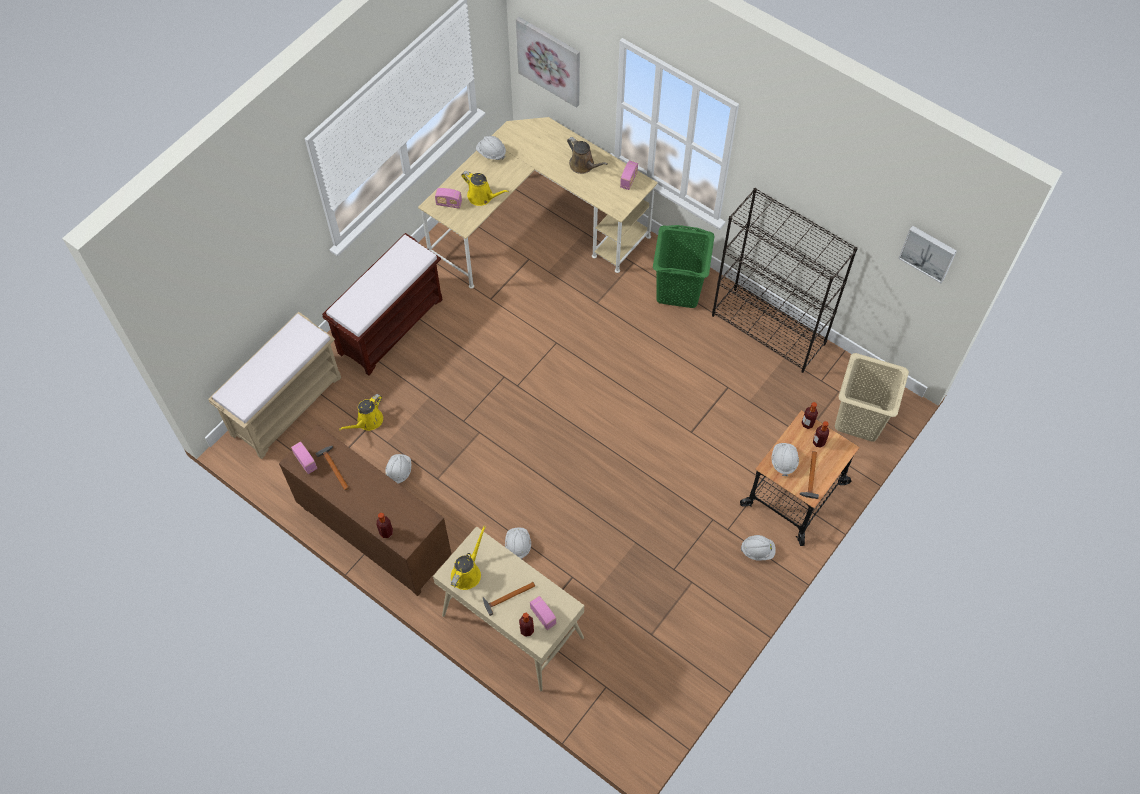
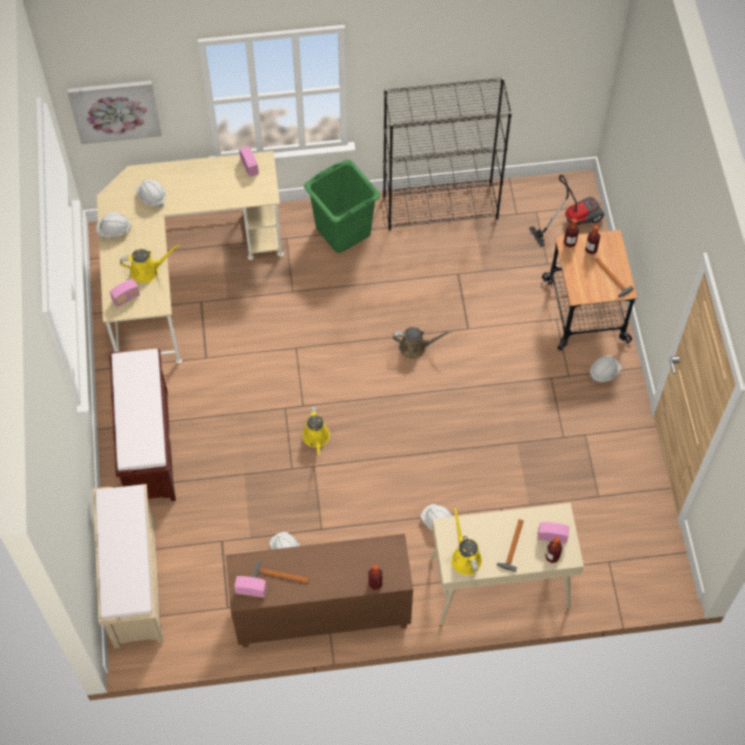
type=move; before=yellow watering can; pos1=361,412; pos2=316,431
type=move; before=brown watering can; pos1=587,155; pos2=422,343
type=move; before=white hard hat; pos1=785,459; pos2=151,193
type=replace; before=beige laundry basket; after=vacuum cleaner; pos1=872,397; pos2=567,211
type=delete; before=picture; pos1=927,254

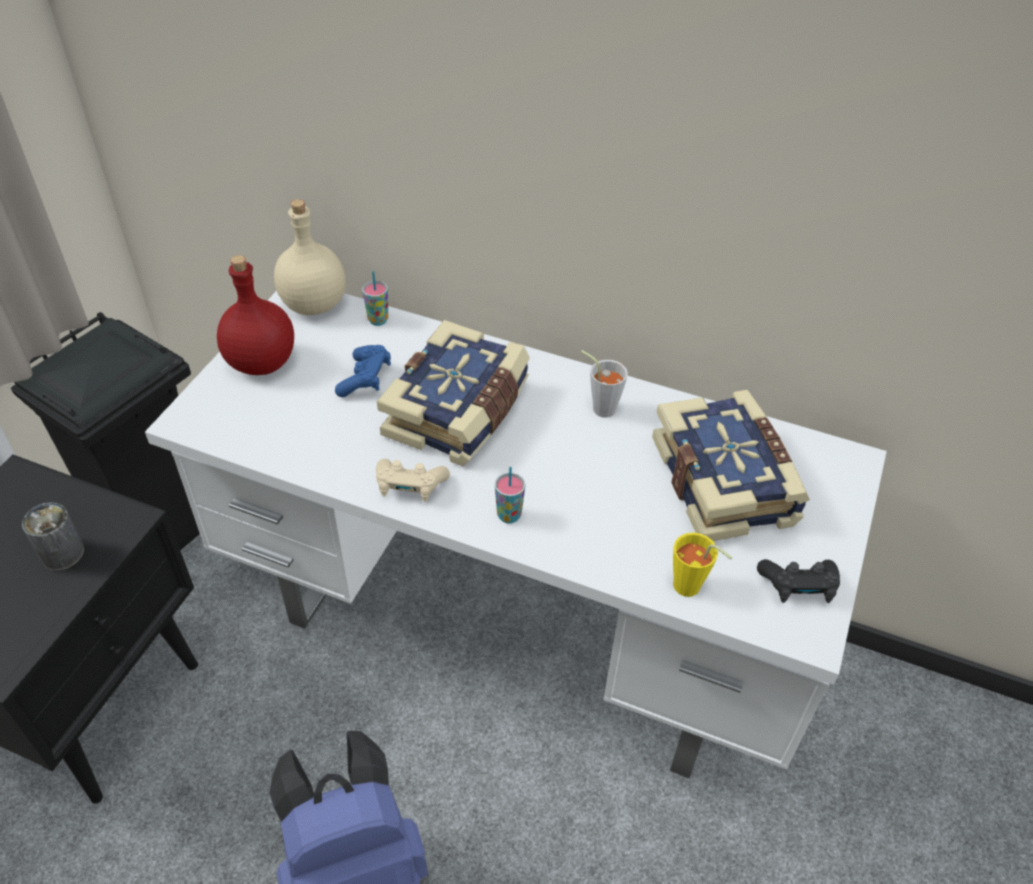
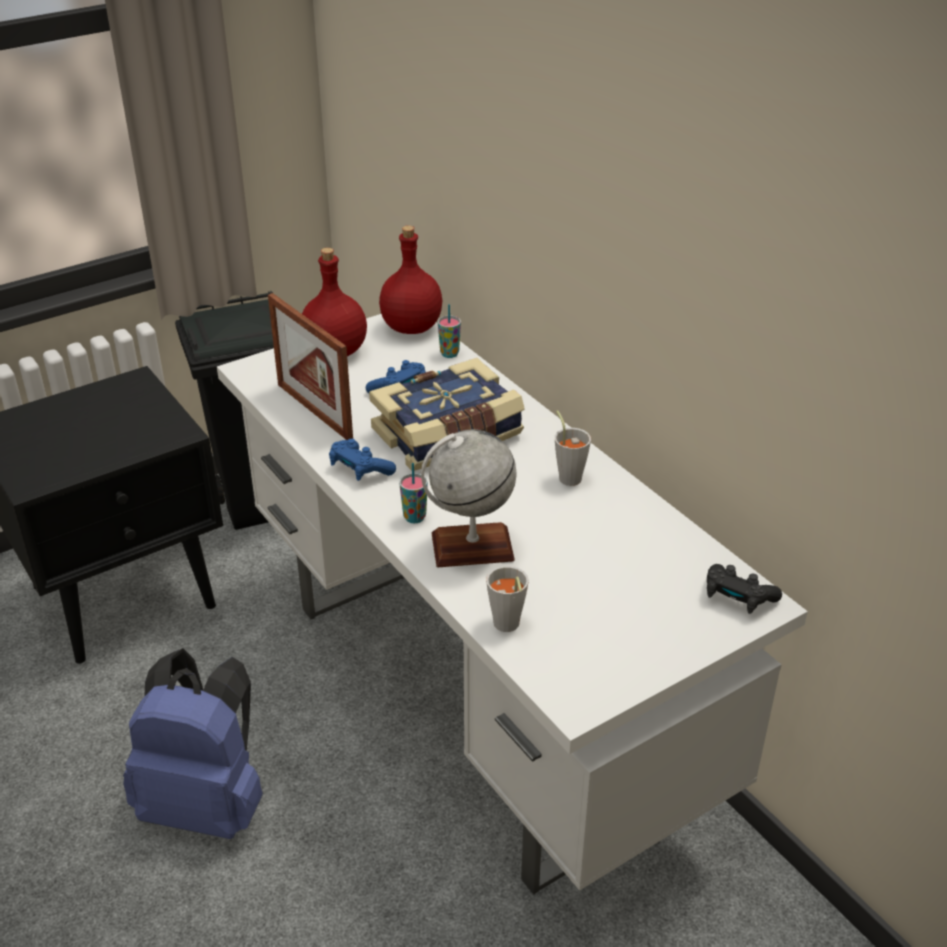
type=delete; before=can; pos1=53,536
type=recolor; before=beige bottle; after=red bottle; pos1=309,257; pos2=410,279
type=recolor; before=beige game controller; after=blue game controller; pos1=413,480; pos2=362,459
type=delete; before=book; pos1=731,465
type=recolor; before=yellow cup; after=grey cup; pos1=703,565; pos2=507,599
type=move; before=black game controller; pos1=798,581; pos2=744,589
type=insert; after=picture frame; pos2=310,366
type=insert; after=globe; pos2=469,498

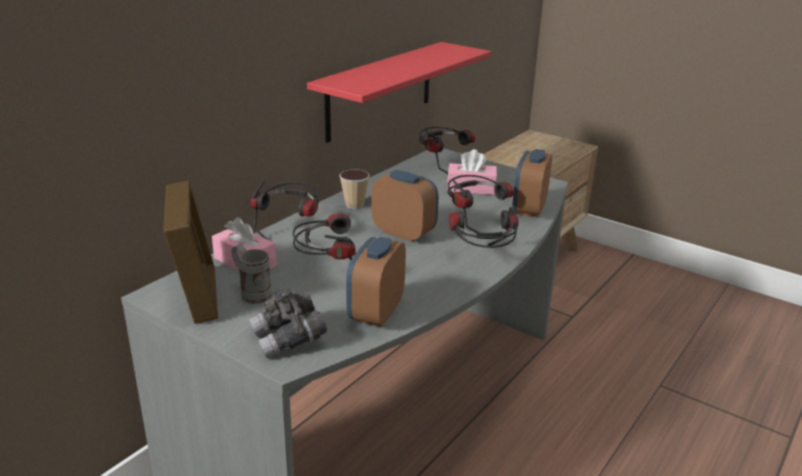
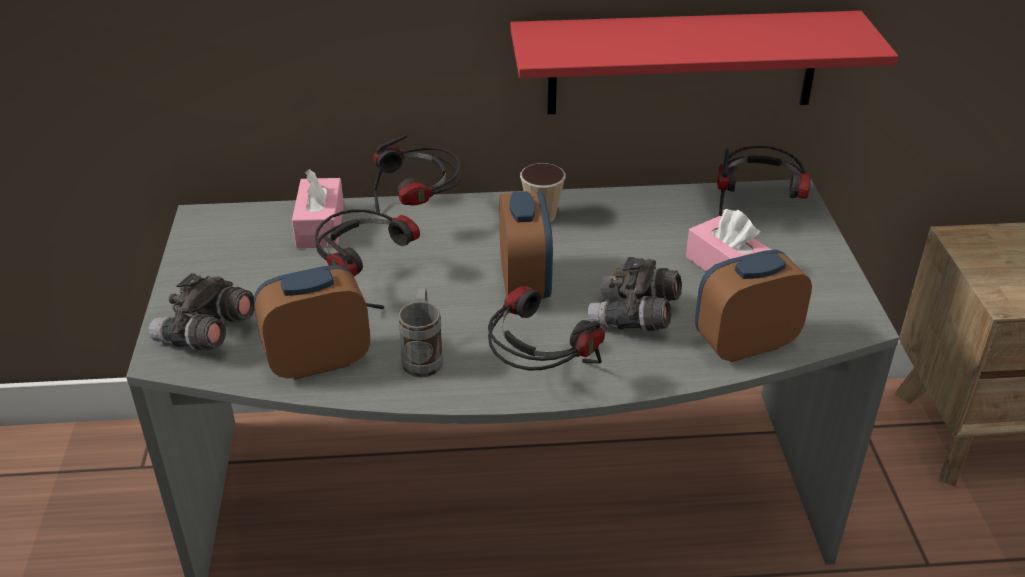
type=delete; before=picture frame; pos1=190,252
type=move; before=grey mug; pos1=251,274; pos2=420,333
type=replace; before=headphones; after=grey binoculars; pos1=480,204; pos2=635,294

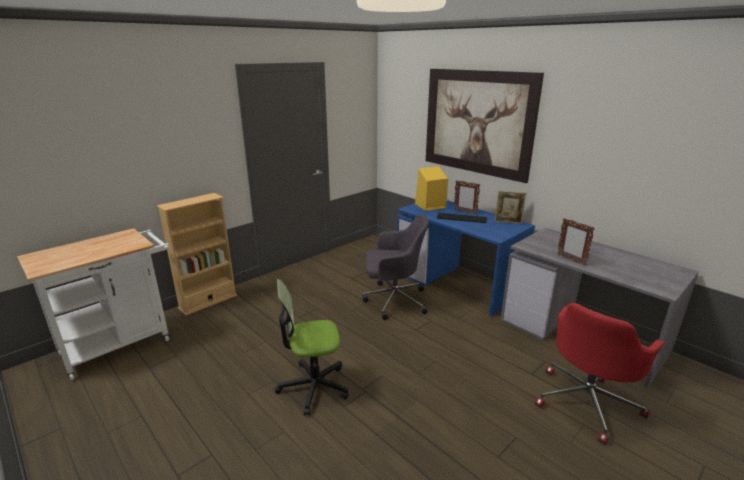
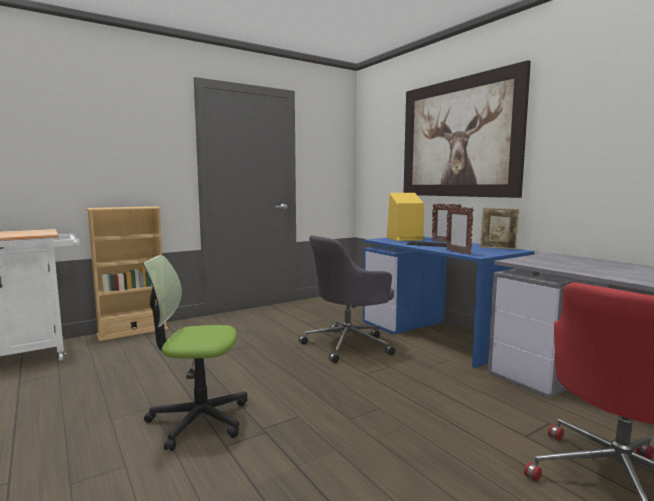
type=rotate; before=grey office chair; pos1=395,267; pos2=347,299; turn=135
type=move; before=picture frame; pos1=576,242; pos2=460,231

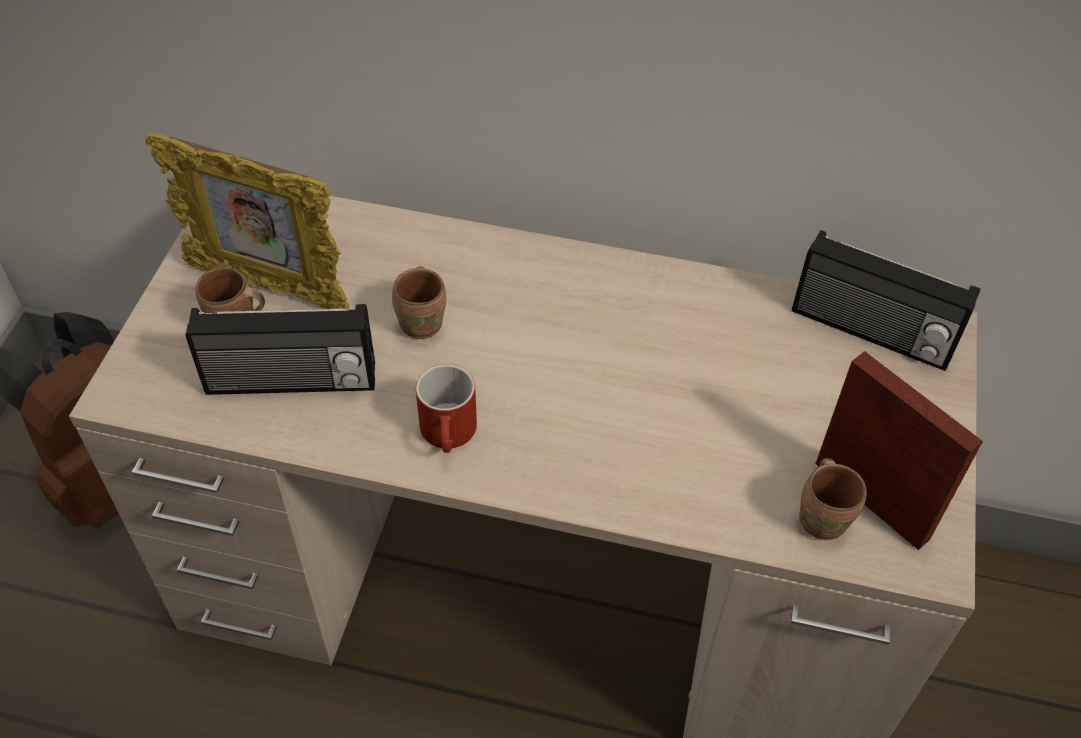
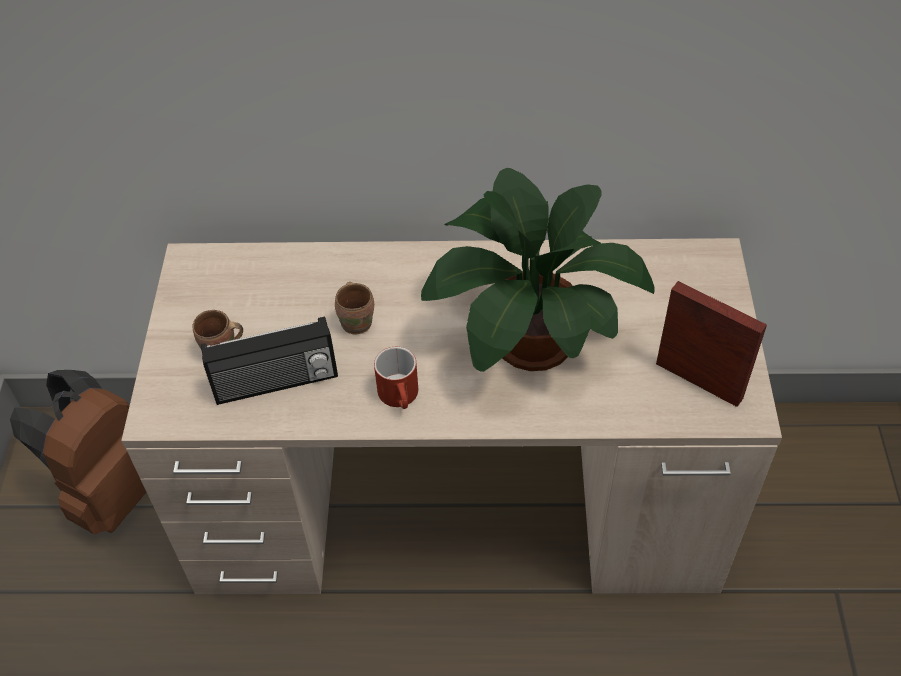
type=delete; before=picture frame; pos1=247,220
type=delete; before=radio; pos1=886,300
type=delete; before=brown mug; pos1=833,499
type=insert; after=potted plant; pos2=538,270

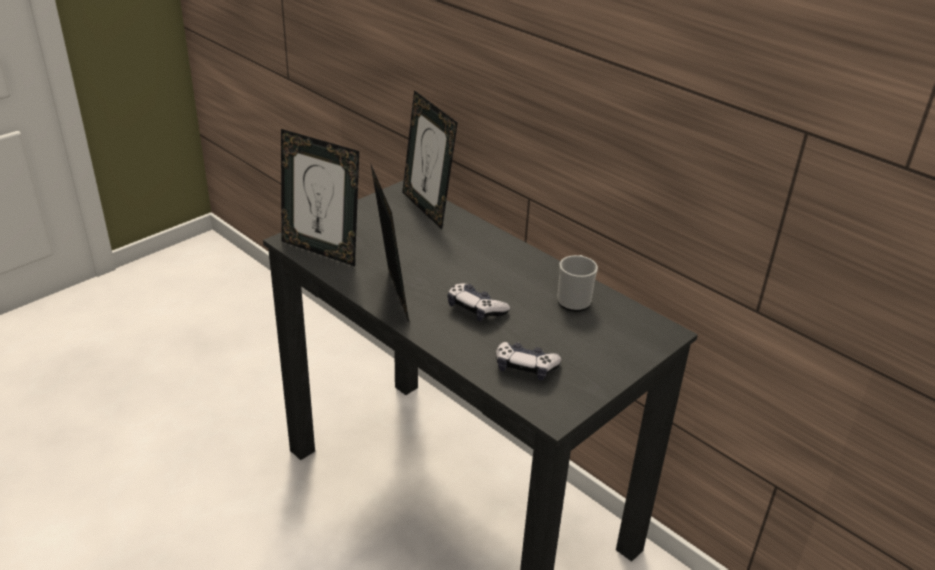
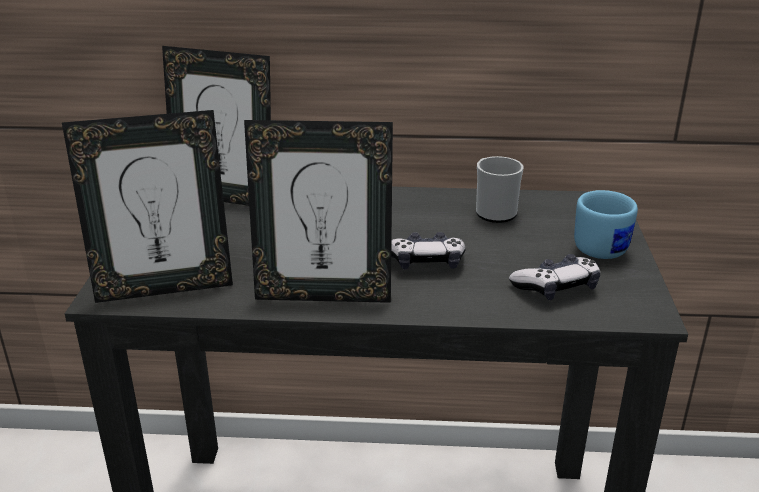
type=rotate; before=picture frame; pos1=390,243; pos2=318,211; turn=150
type=insert; after=blue mug; pos2=606,224

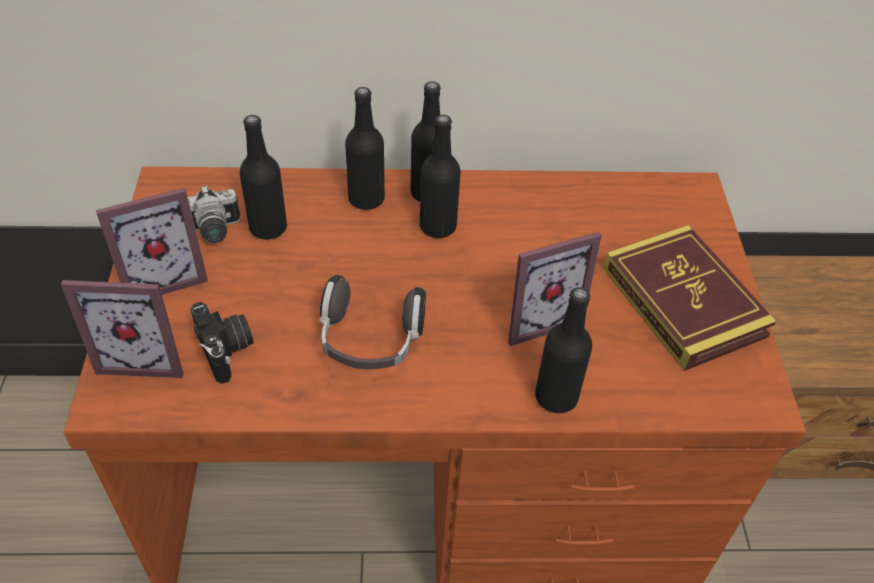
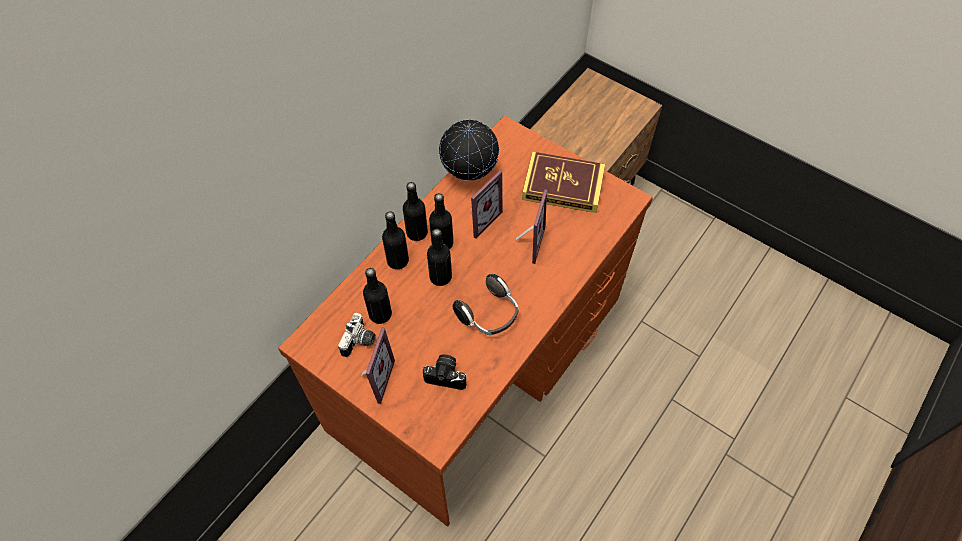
type=move; before=picture frame; pos1=122,329; pos2=487,204
type=move; before=black bottle; pos1=563,350; pos2=439,257
type=insert; after=globe; pos2=469,150

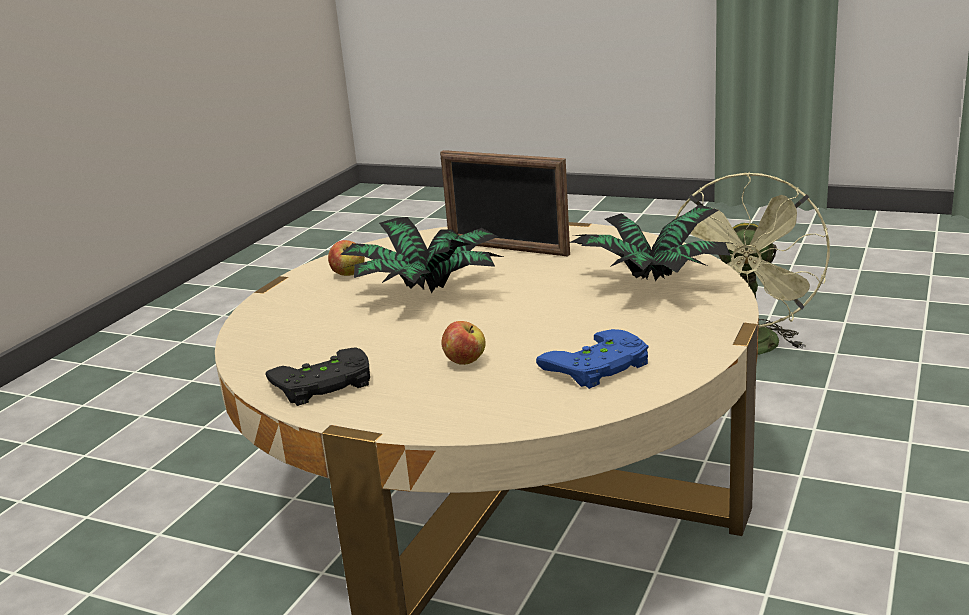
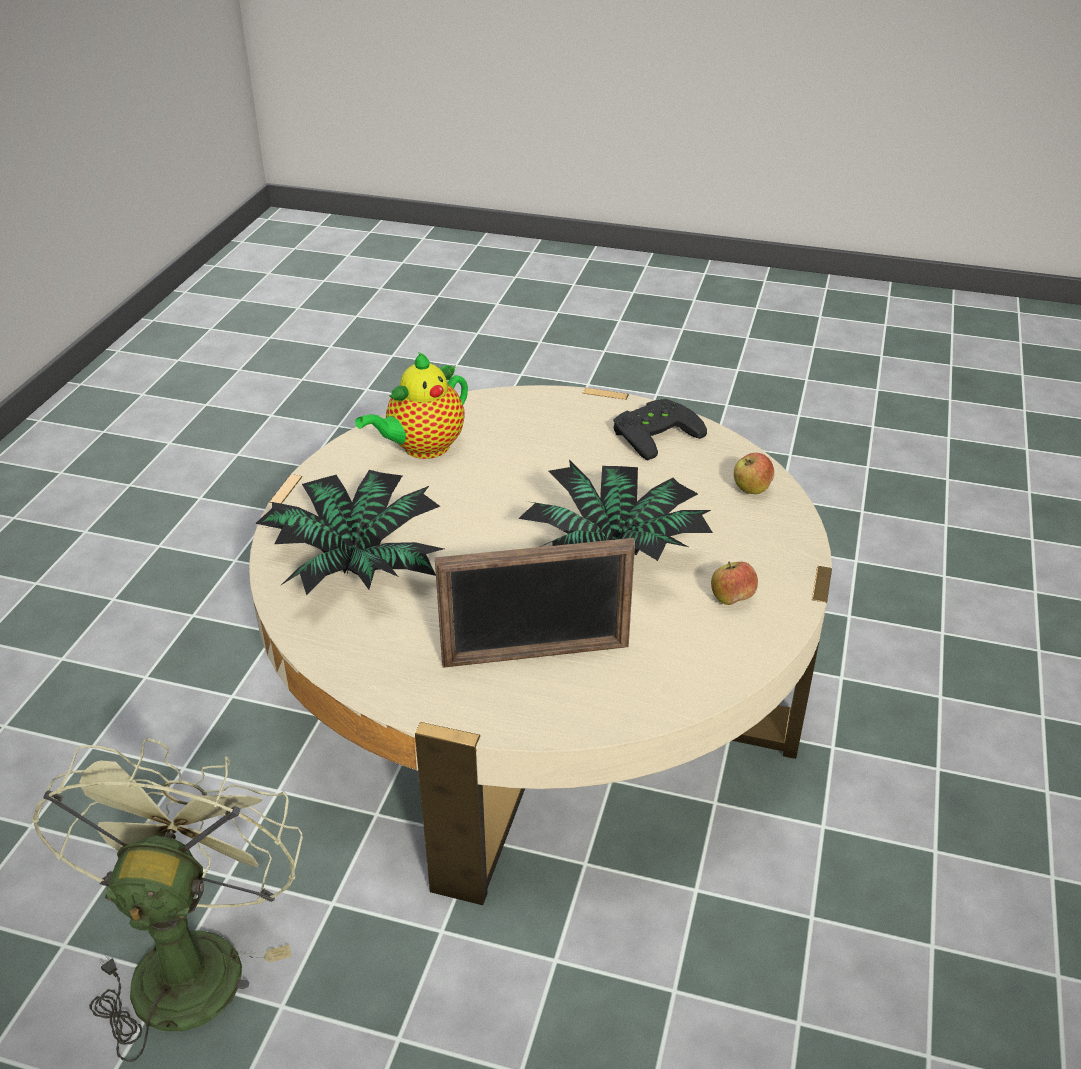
type=rotate; before=picture frame; pos1=505,203; pos2=535,603; turn=150
type=move; before=apple; pos1=463,343; pos2=754,473
type=replace; before=blue game controller; after=teapot; pos1=592,359; pos2=411,405

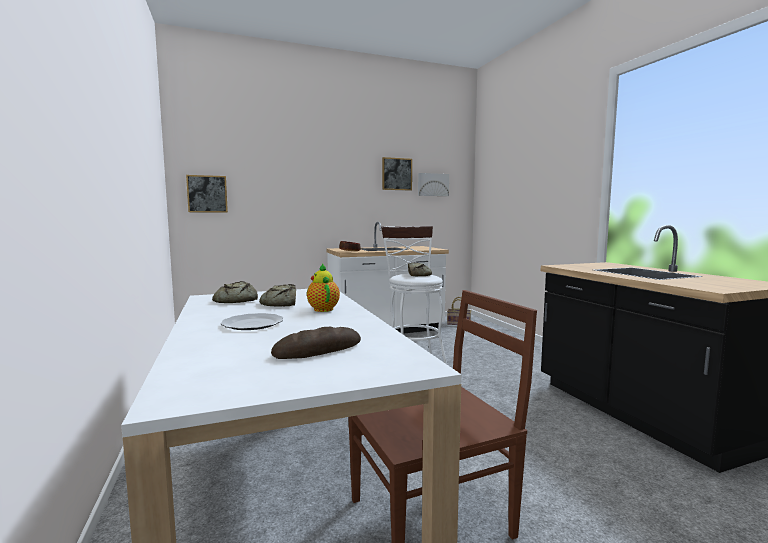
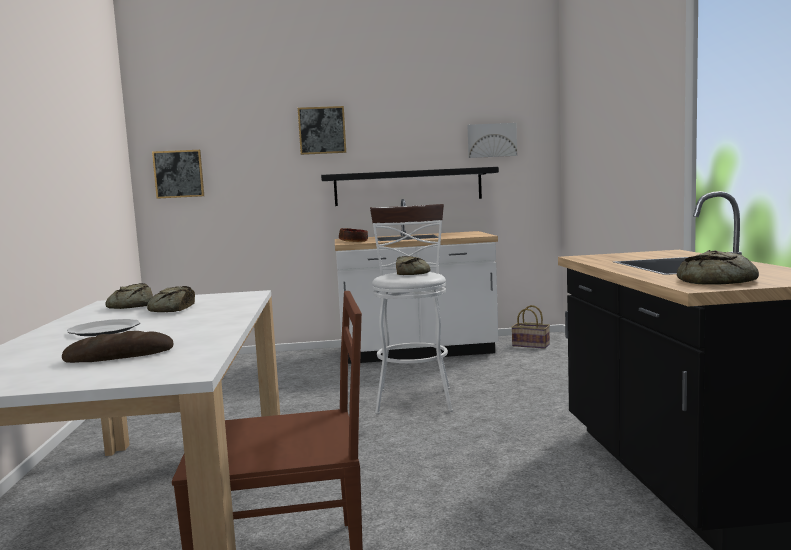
type=delete; before=teapot; pos1=323,287
type=move; before=picture; pos1=397,174; pos2=322,130
type=insert; after=black shelf; pos2=410,186
type=insert; after=bread; pos2=718,267

